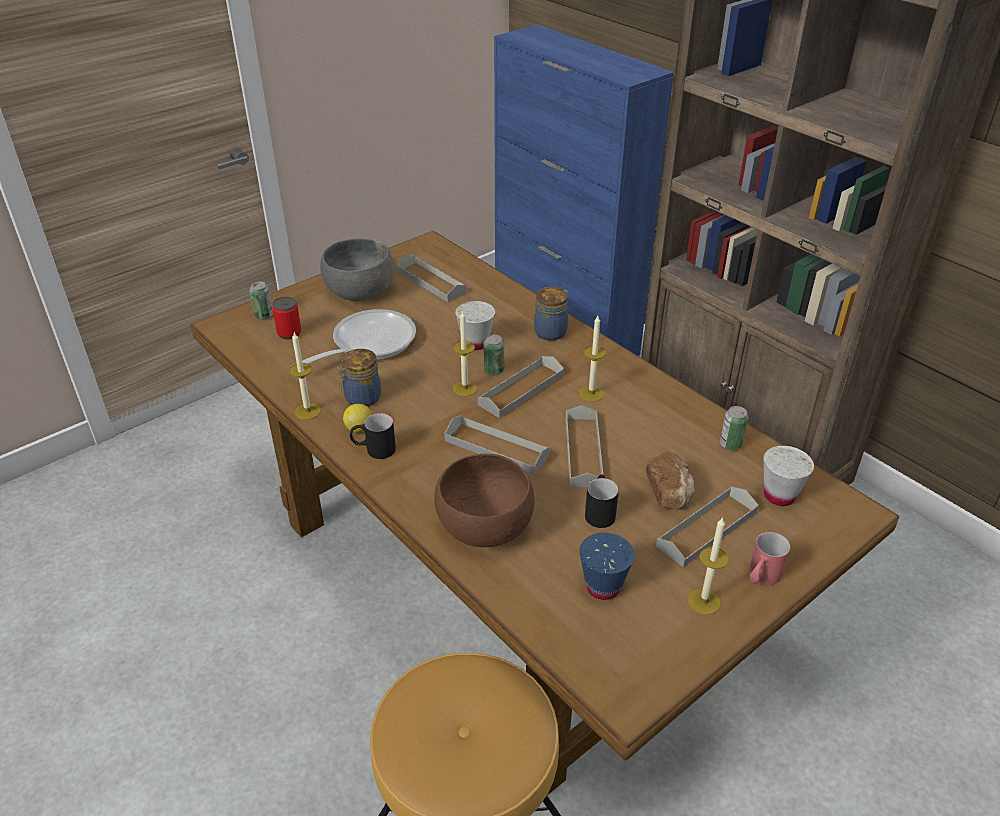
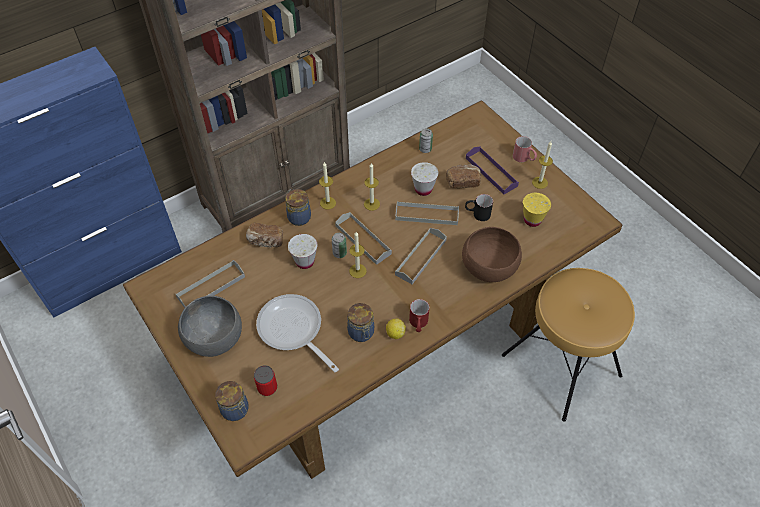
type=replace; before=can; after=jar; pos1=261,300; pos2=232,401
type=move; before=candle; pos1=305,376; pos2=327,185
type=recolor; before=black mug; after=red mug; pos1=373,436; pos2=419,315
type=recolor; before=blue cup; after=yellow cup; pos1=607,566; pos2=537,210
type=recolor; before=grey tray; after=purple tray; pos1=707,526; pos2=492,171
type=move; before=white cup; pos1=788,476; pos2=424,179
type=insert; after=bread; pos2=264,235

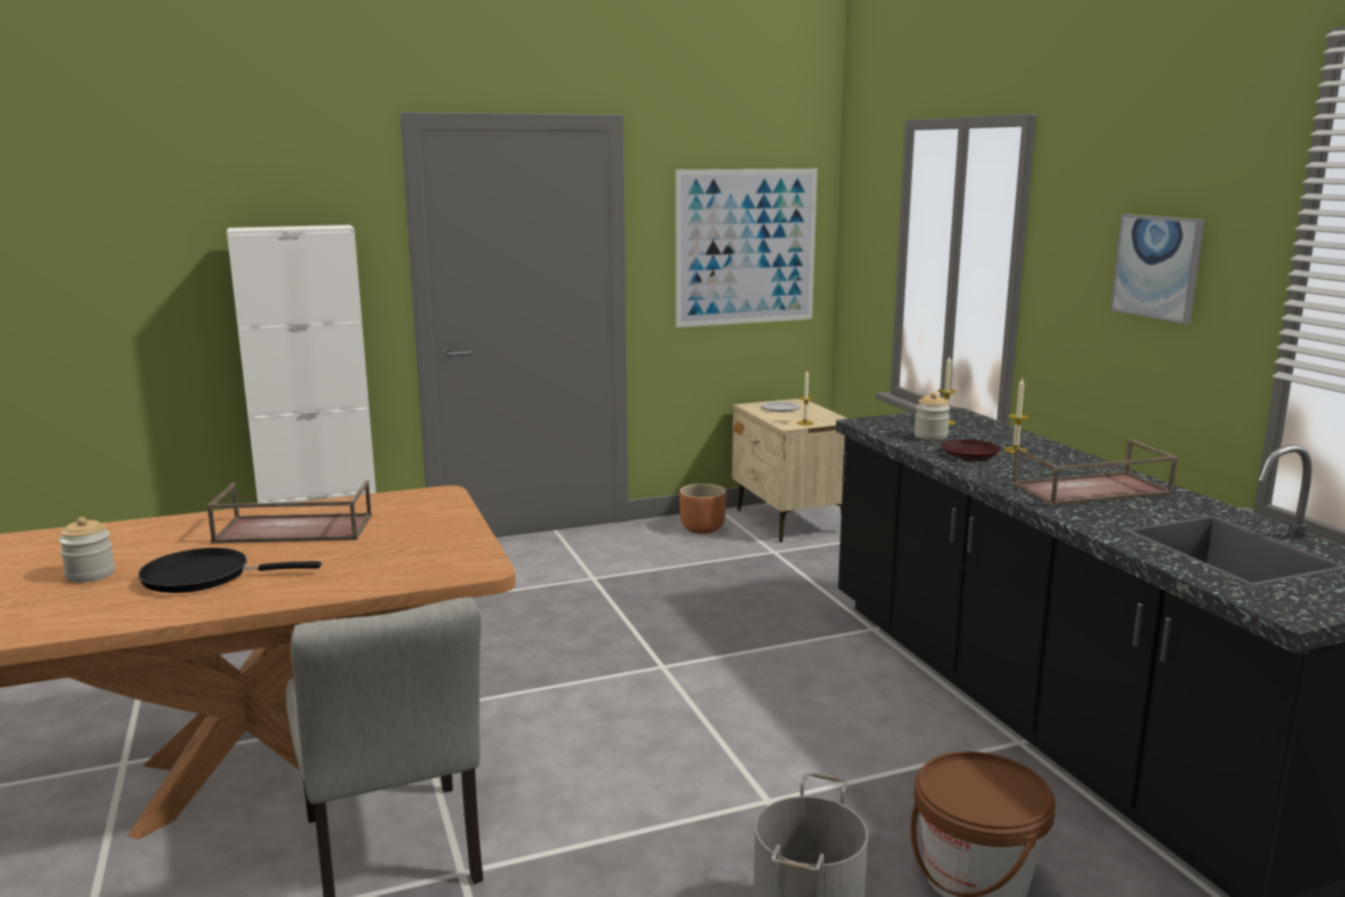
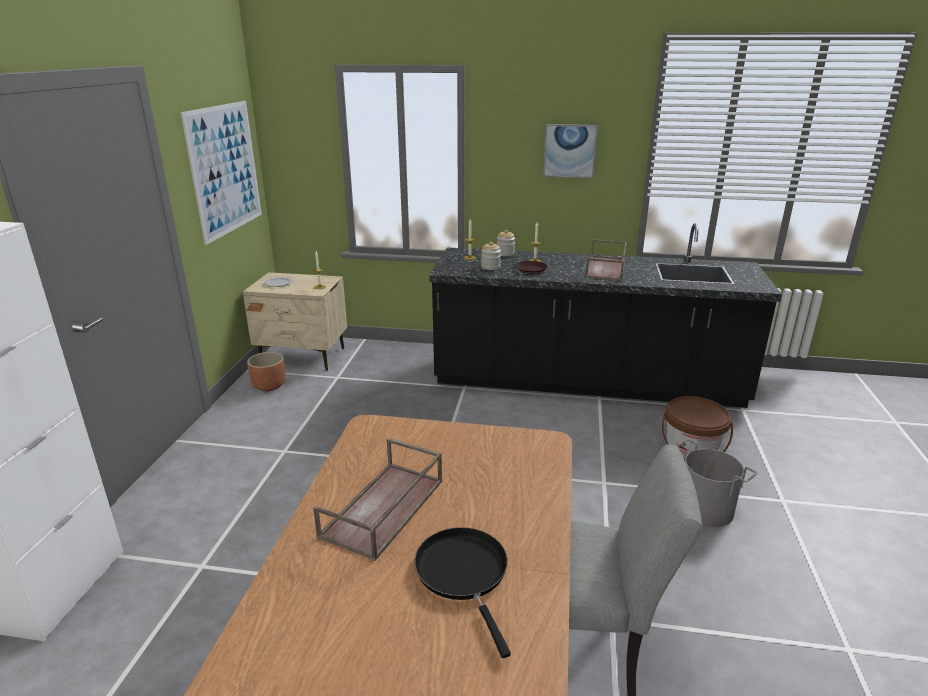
type=move; before=jar; pos1=87,550; pos2=506,243
type=rotate; before=black frying pan; pos1=229,570; pos2=462,592; turn=135

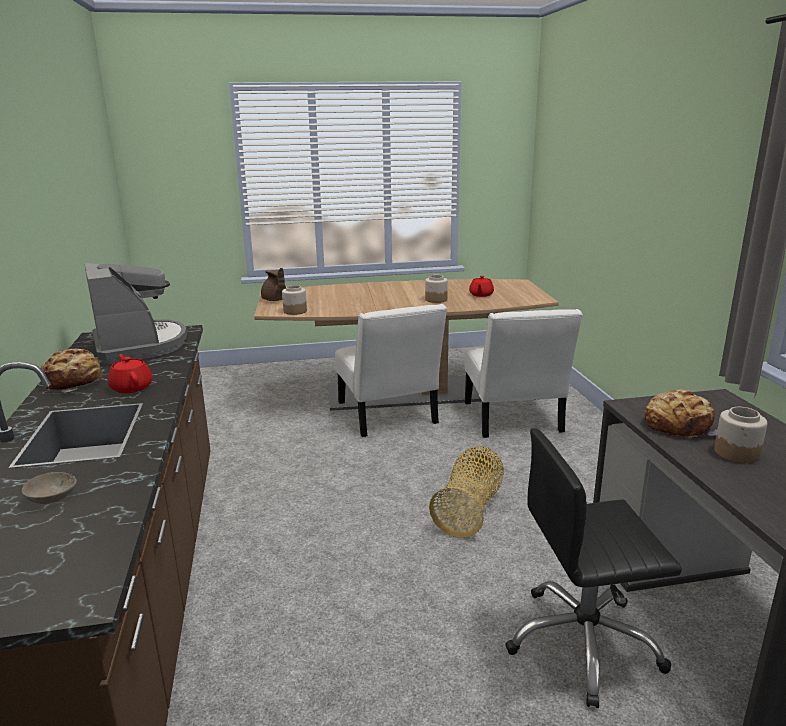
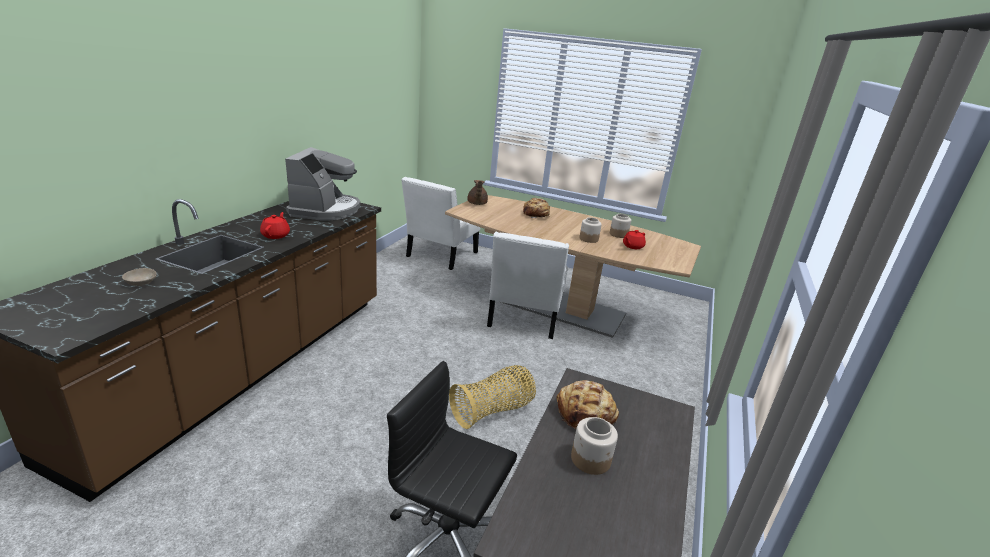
type=move; before=bread; pos1=72,370; pos2=536,208
type=move; before=jar; pos1=294,300; pos2=620,226
type=move; before=white chair; pos1=524,373; pos2=441,223

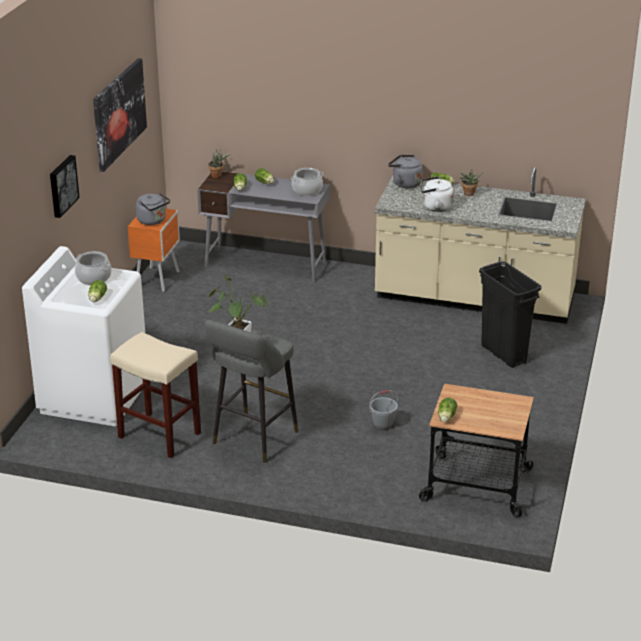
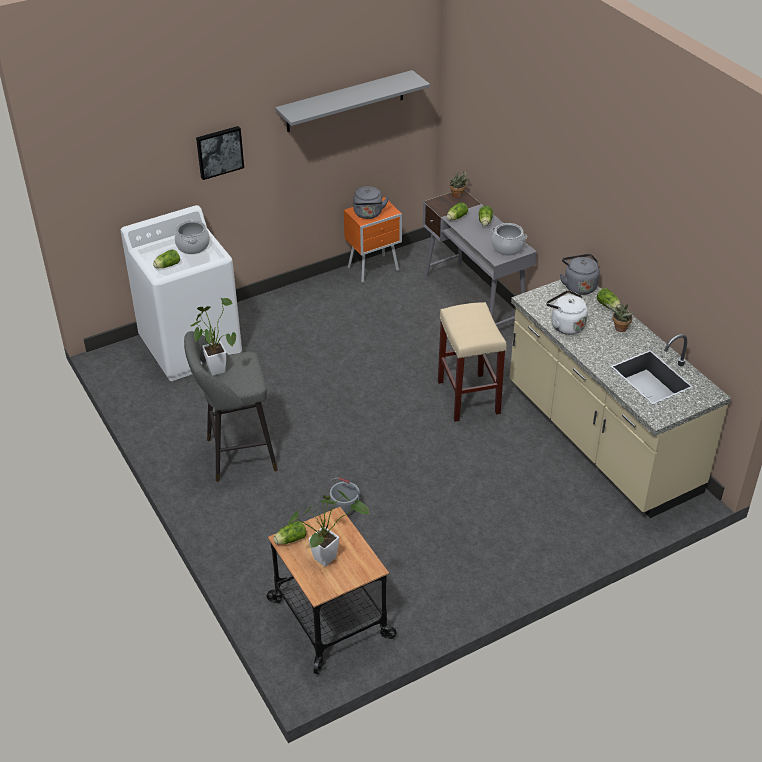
type=replace; before=picture; after=grey shelf; pos1=120,115; pos2=352,101
type=move; before=beige stool; pos1=155,395; pos2=472,362
type=delete; before=black trash can; pos1=510,314
type=insert; after=potted plant; pos2=328,528

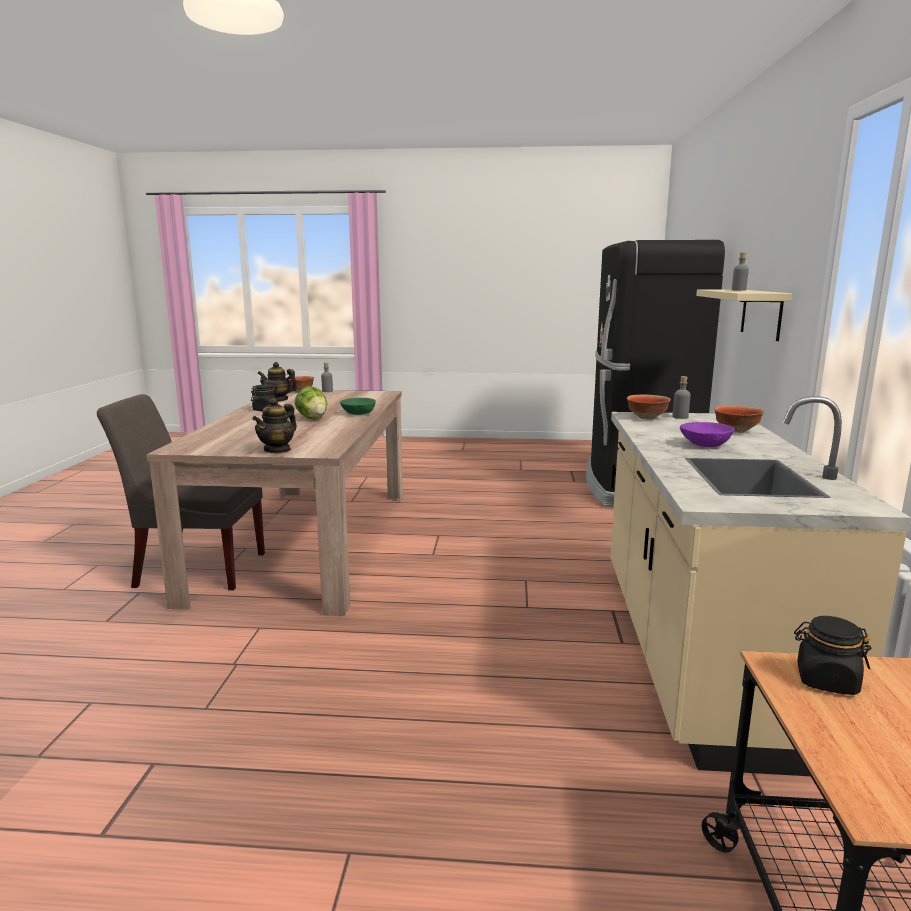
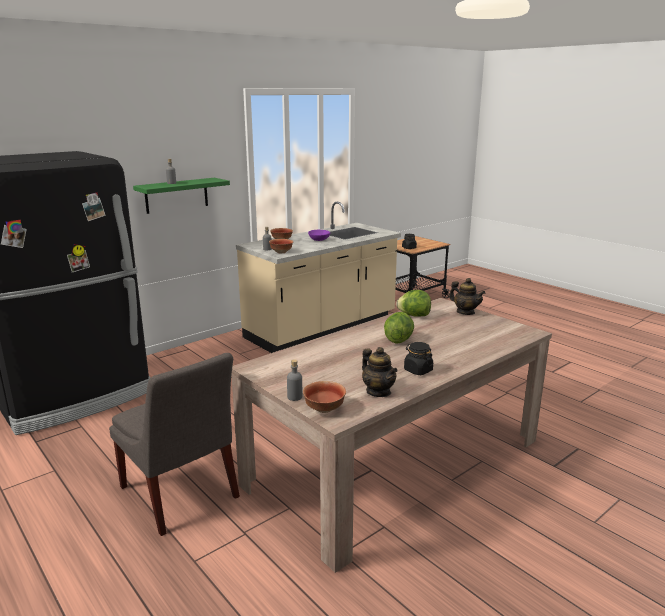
type=move; before=grey chair; pos1=181,492; pos2=174,444
type=rotate; before=teapot; pos1=274,426; pos2=467,296; turn=60
type=delete; before=green bowl; pos1=358,406
type=recolor; before=beige shelf; after=green shelf; pos1=744,315; pos2=181,196
type=insert; after=lettuce; pos2=413,303

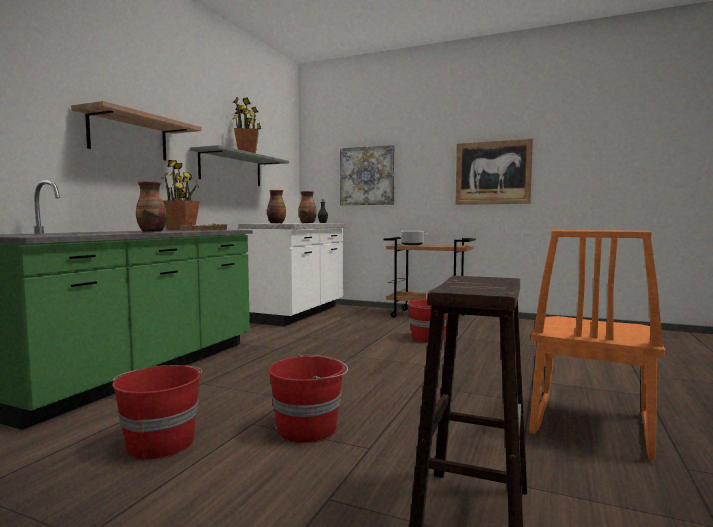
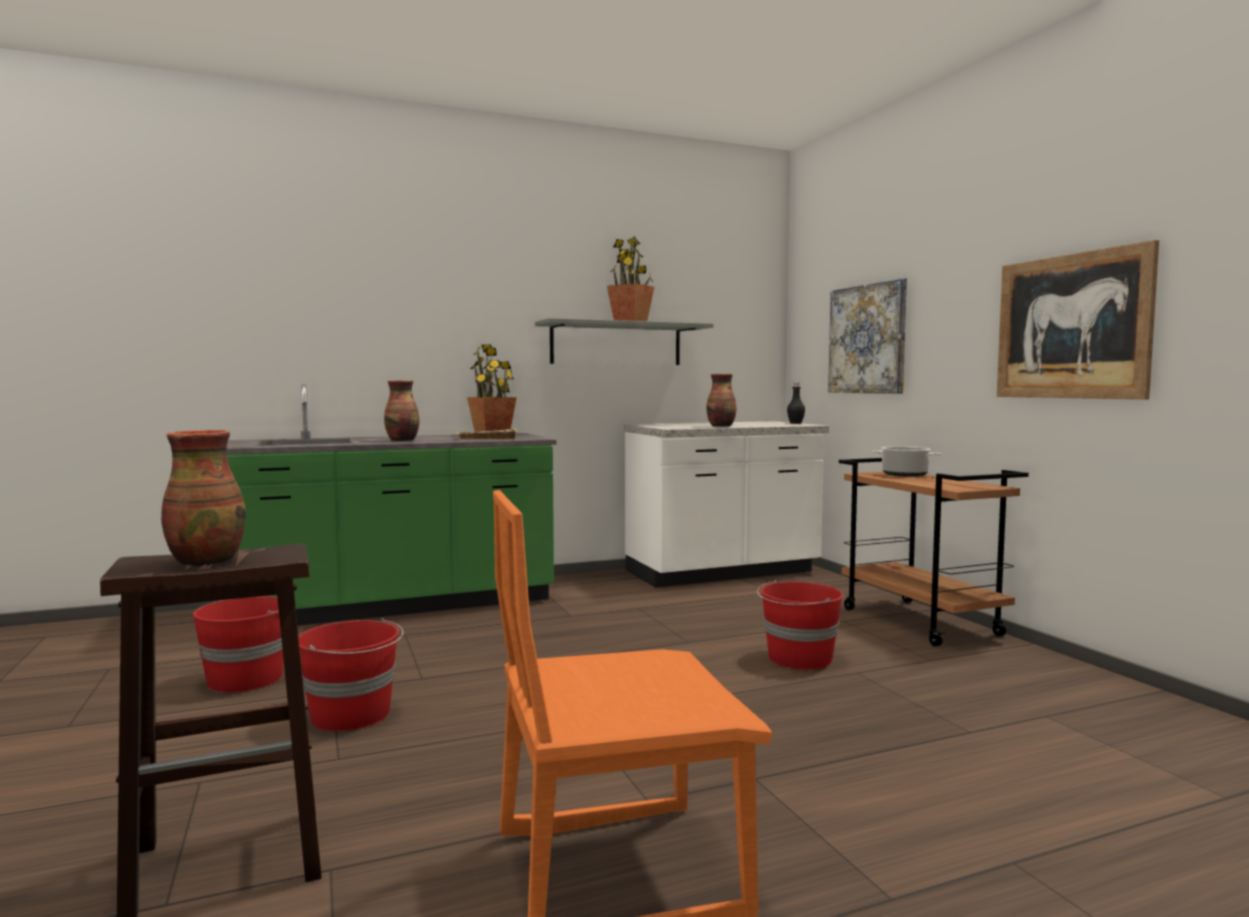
type=delete; before=shelf; pos1=136,131
type=move; before=vase; pos1=276,207; pos2=203,498

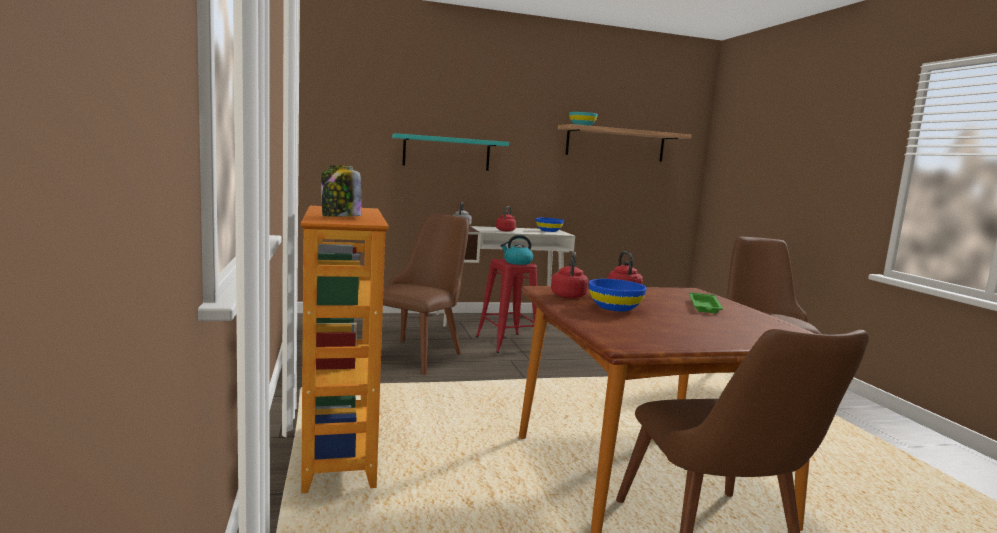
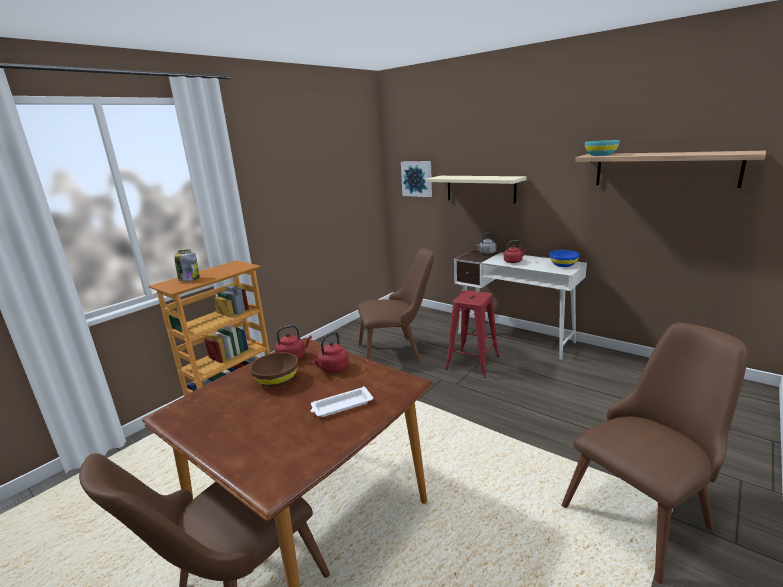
type=recolor; before=turquoise shelf; after=beige shelf; pos1=450,152; pos2=476,190
type=delete; before=kettle; pos1=516,250
type=recolor; before=blue bowl; after=brown bowl; pos1=618,295; pos2=274,369
type=recolor; before=green tray; after=white tray; pos1=706,302; pos2=342,401
type=insert; after=picture; pos2=416,179

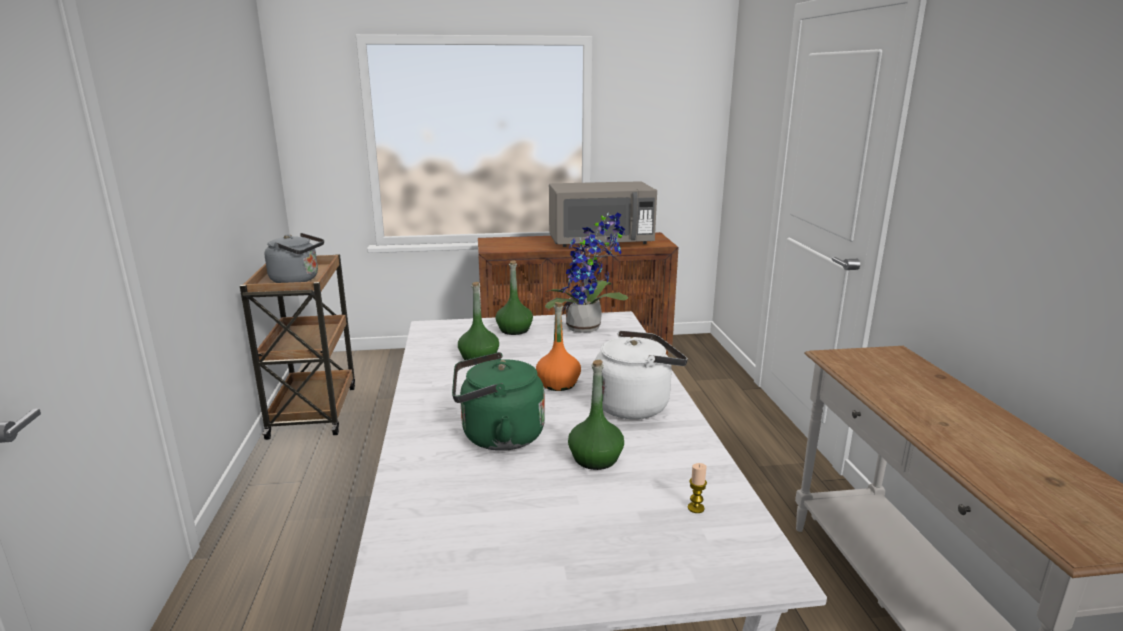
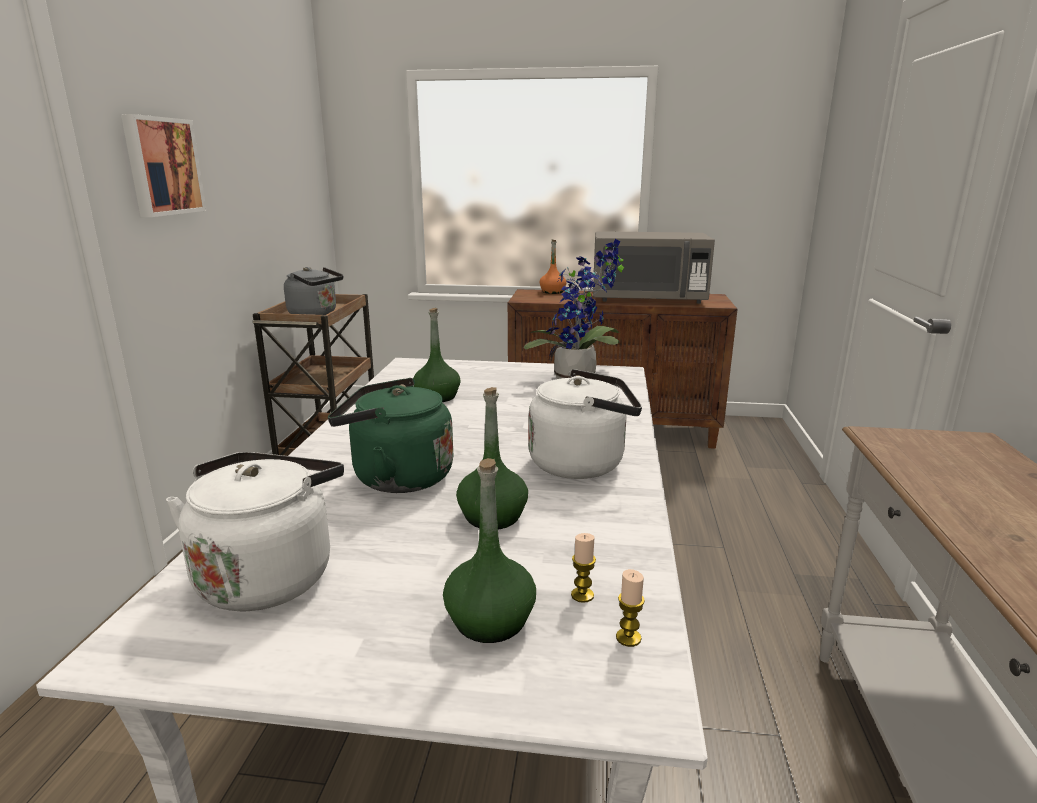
type=move; before=green bottle; pos1=514,298; pos2=489,550
type=move; before=orange bottle; pos1=558,346; pos2=553,267
type=insert; after=picture; pos2=164,165
type=insert; after=white kettle; pos2=255,531
type=insert; after=candle; pos2=630,608

